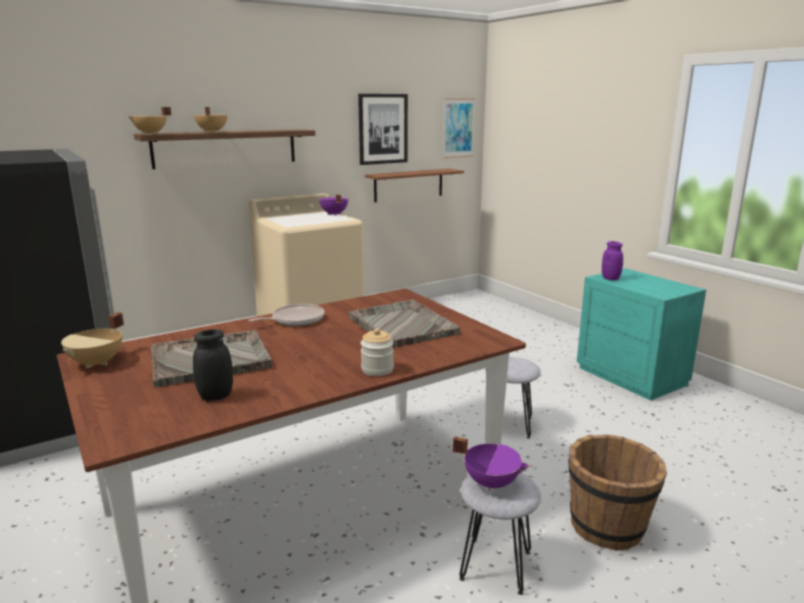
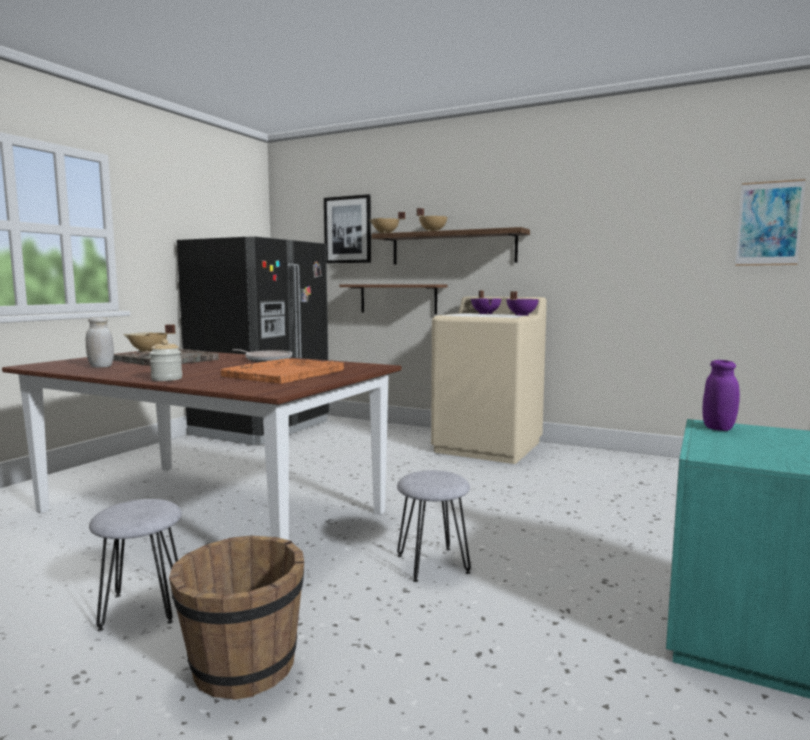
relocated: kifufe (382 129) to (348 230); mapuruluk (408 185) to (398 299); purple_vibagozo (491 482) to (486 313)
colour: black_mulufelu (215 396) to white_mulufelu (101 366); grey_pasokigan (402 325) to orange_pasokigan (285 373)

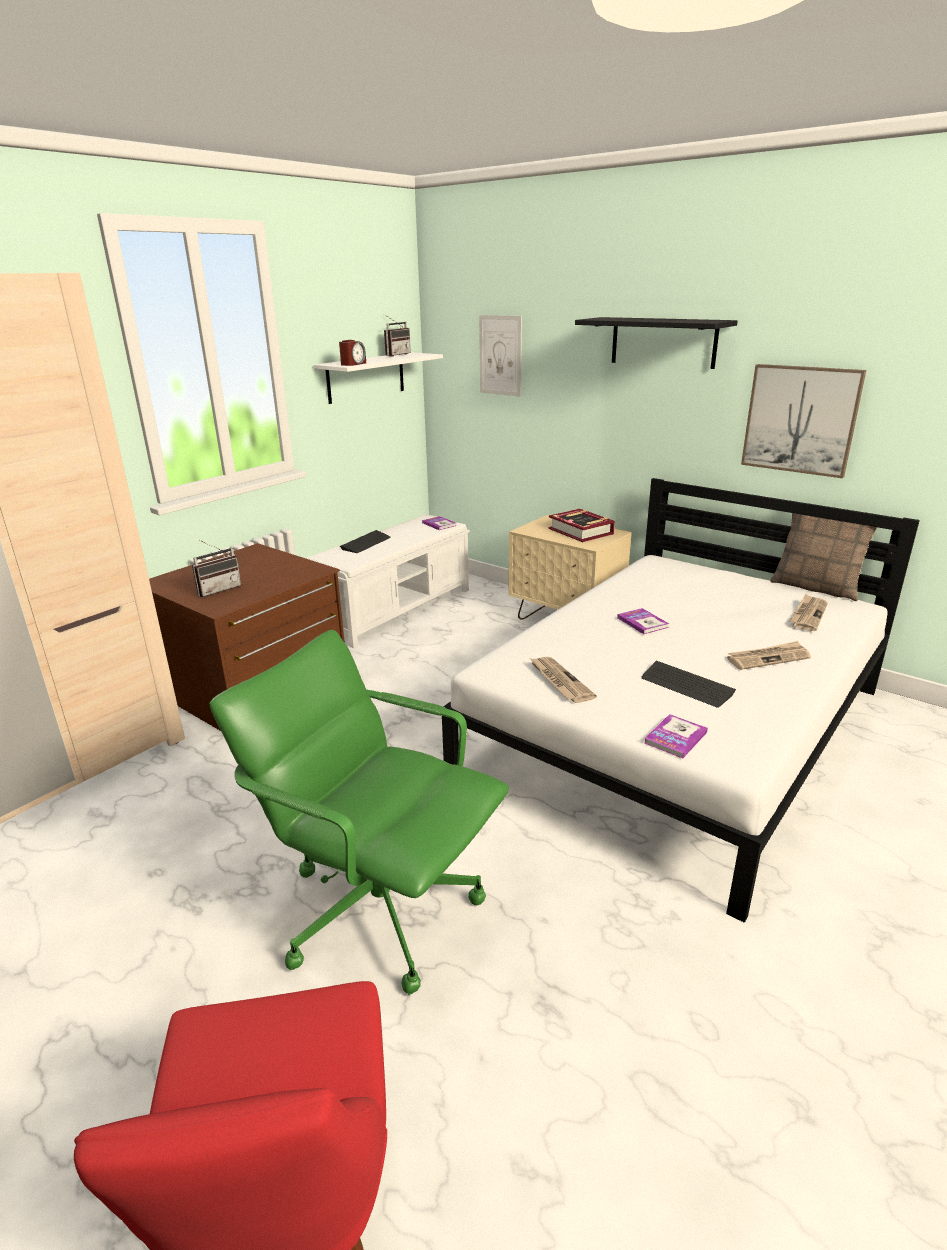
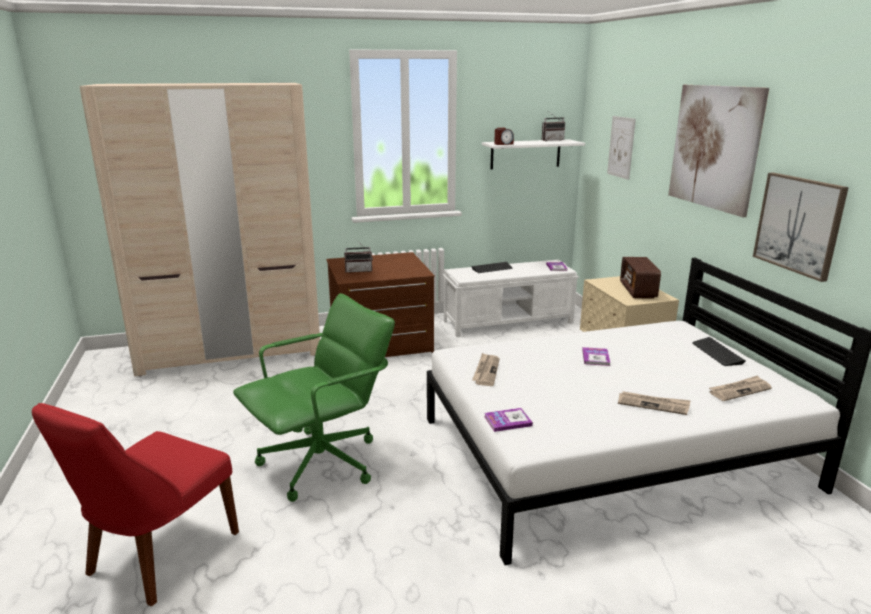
missing: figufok (816 587)
relocated: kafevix (686 685) to (717 353)
exchanged: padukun (581 531) to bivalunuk (638 291); black_mapuruluk (663 342) to kifufe (714 147)
spun: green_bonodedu (380 907) = (322 463) 75 degrees clockwise

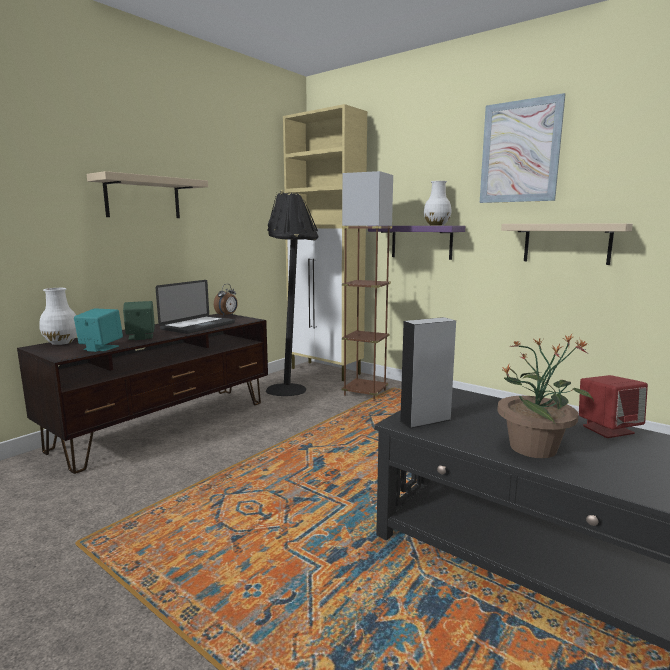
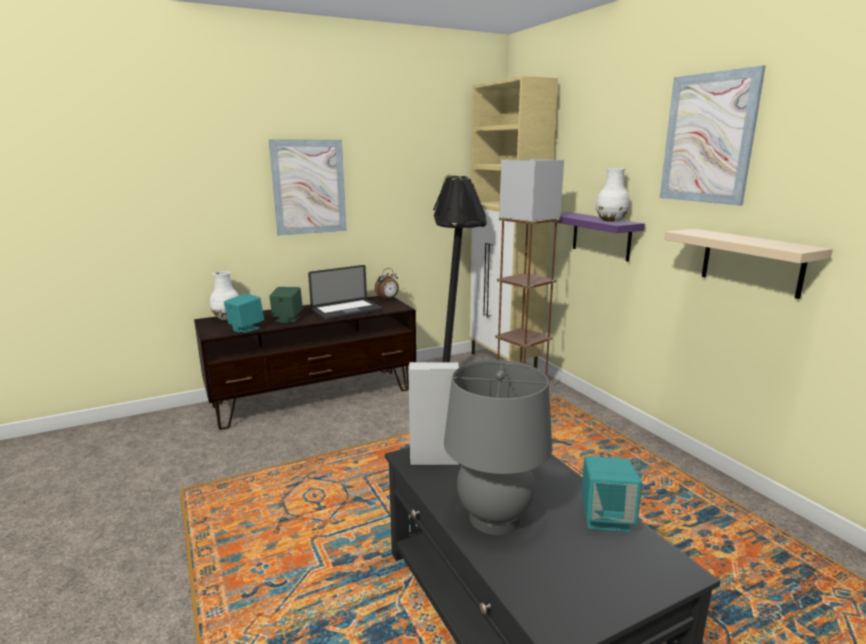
exchanged: beige_mapuruluk (143 198) to kifufe (309 187); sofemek (534 447) to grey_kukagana (494 518)
colour: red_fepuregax (607 429) to turquoise_fepuregax (606 518)

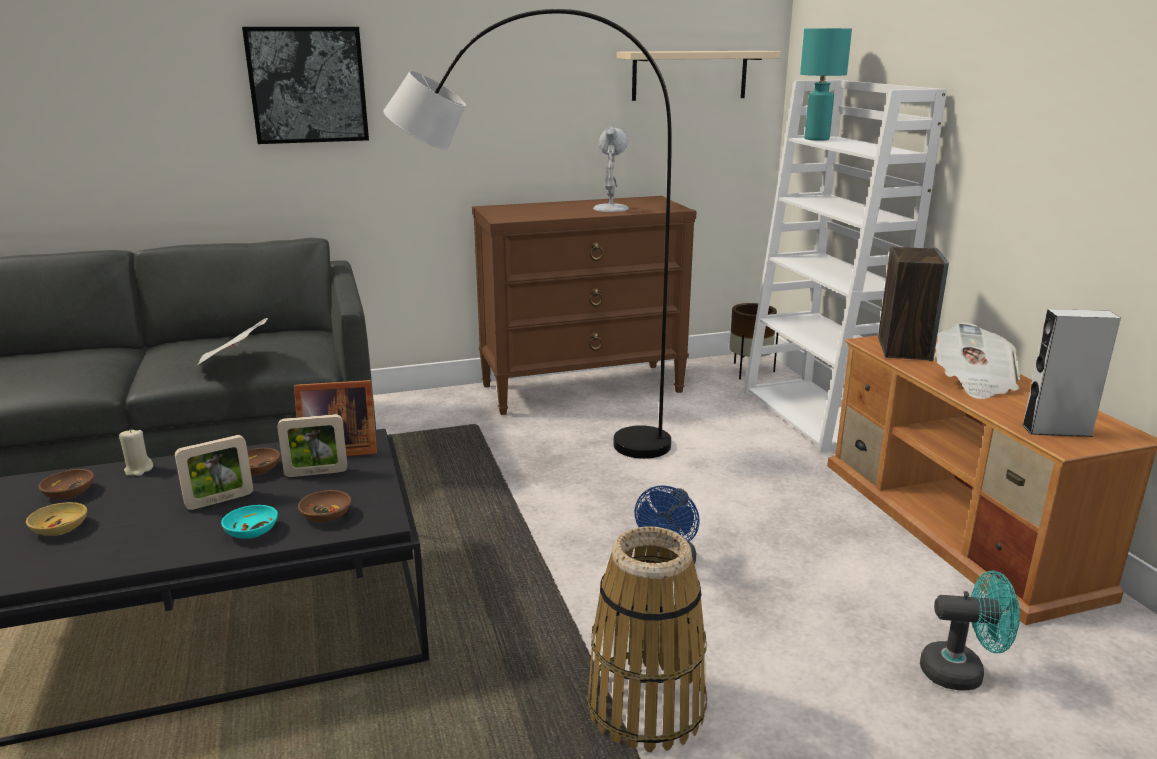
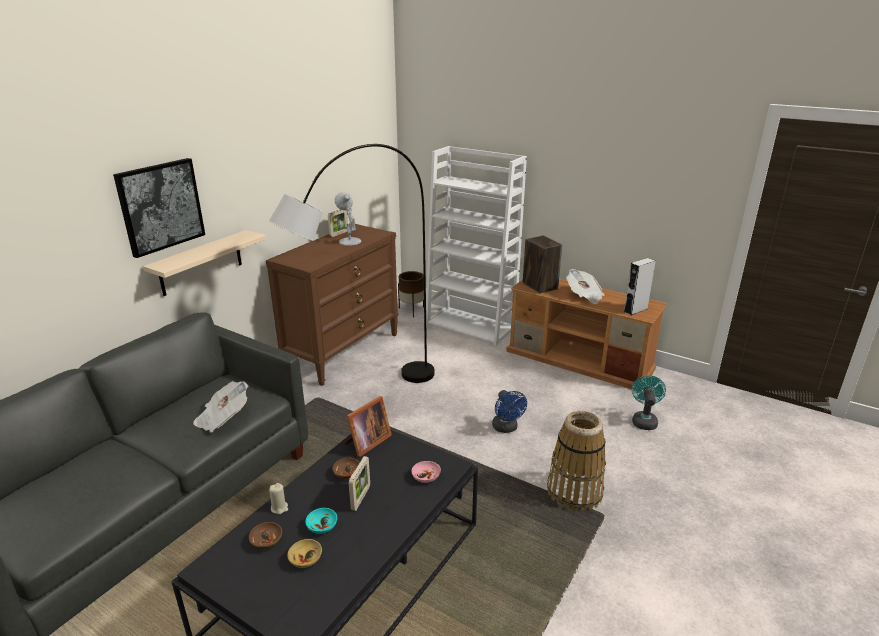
missing: turquoise_kukagana (817 139)
relocated: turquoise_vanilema (251 531) to (321 526); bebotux (316 473) to (339 234); beige_mapuruluk (690 75) to (201 263)
colour: brown_vanilema (325 516) to pink_vanilema (426 477)
spun: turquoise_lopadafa (962 672) = (644 420) 45 degrees counterclockwise

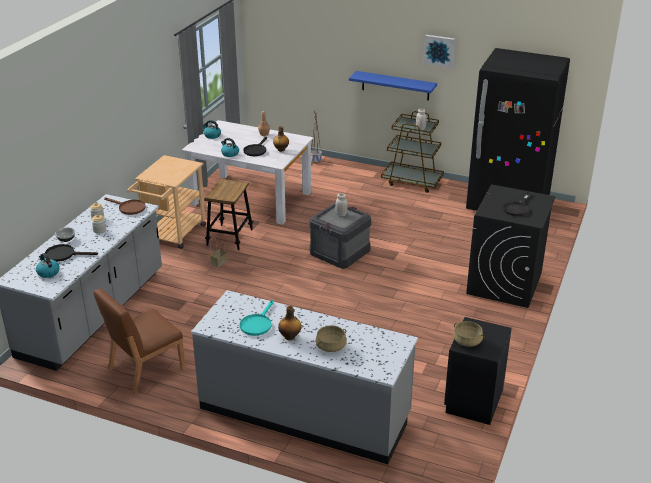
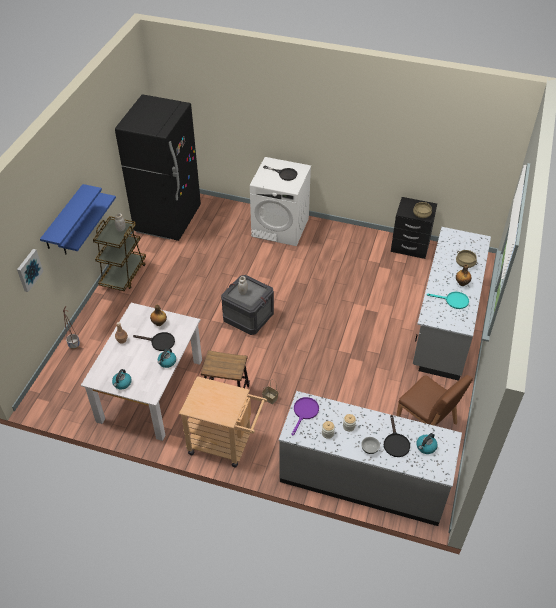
appeared: blue_mapuruluk (64 218)
relocated: kifufe (439 50) to (28 270)
colour: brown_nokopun (129 208) to purple_nokopun (304 412); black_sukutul (504 283) to white_sukutul (280 227)

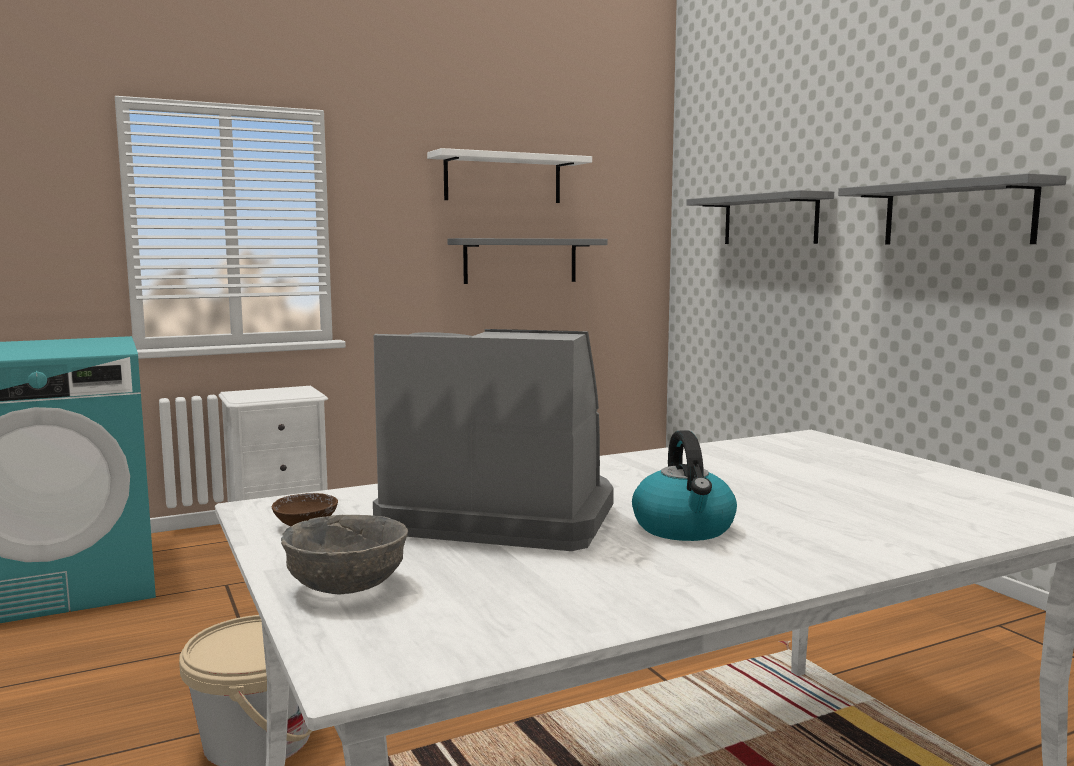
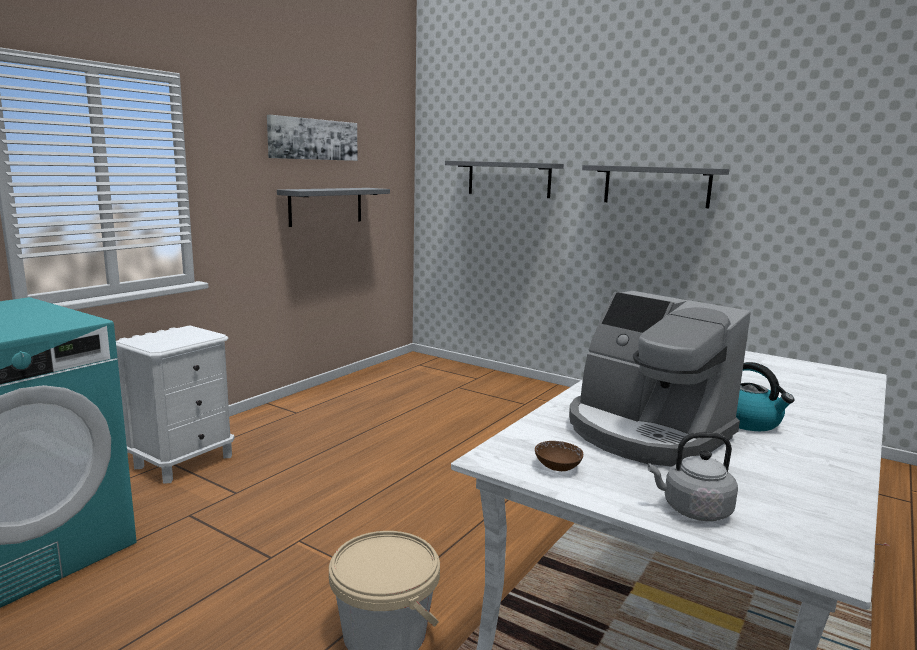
exchanged: grey_vanilema (345 588) to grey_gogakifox (693 510); white_mapuruluk (503 178) to kifufe (313 139)
spun: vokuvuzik (501 515) = (645 432) 120 degrees counterclockwise

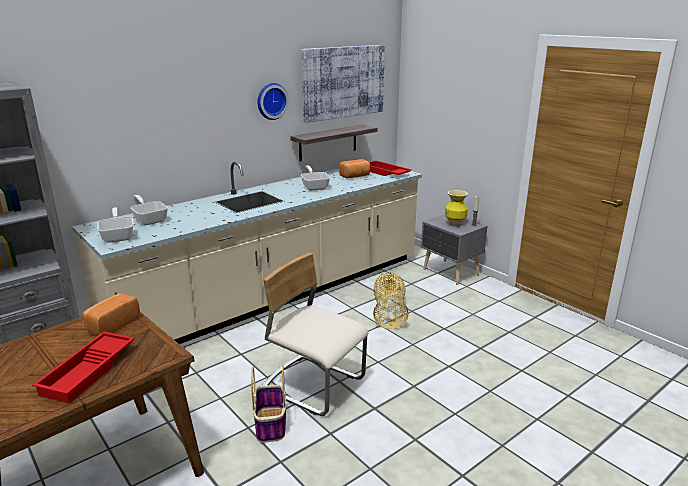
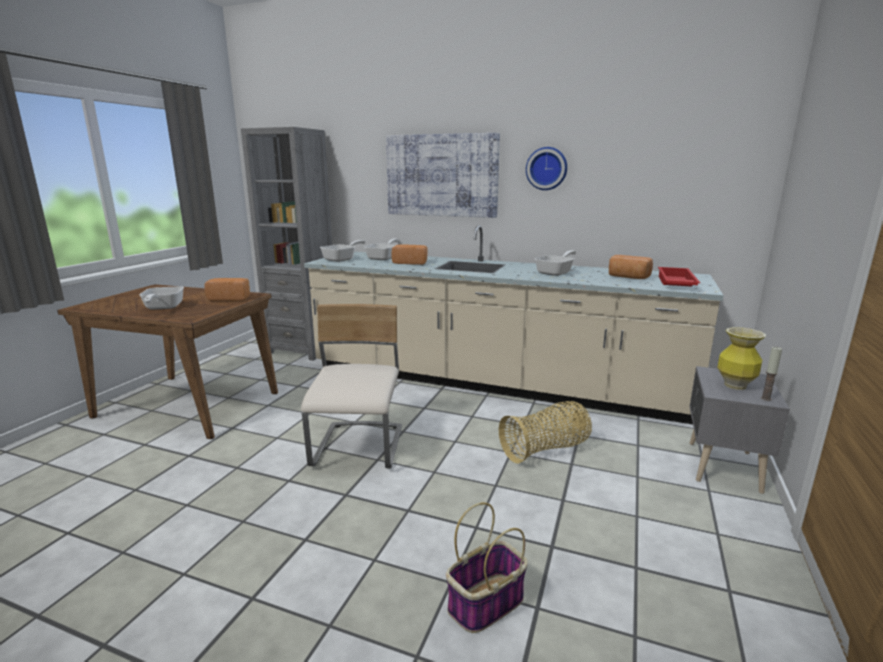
missing: mapuruluk (328 142)
appeared: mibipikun (410 263)
relocated: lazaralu (271 425) to (485 604); kifufe (342 82) to (442 175)
exchanged: red_pasokigan (89 371) to nokopun (162 308)

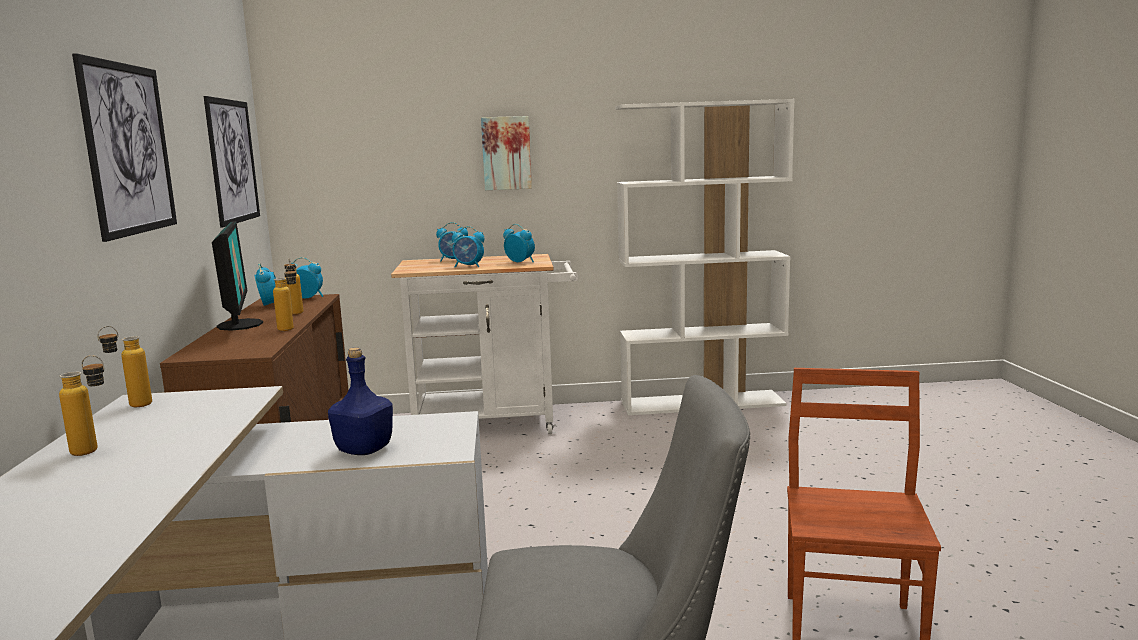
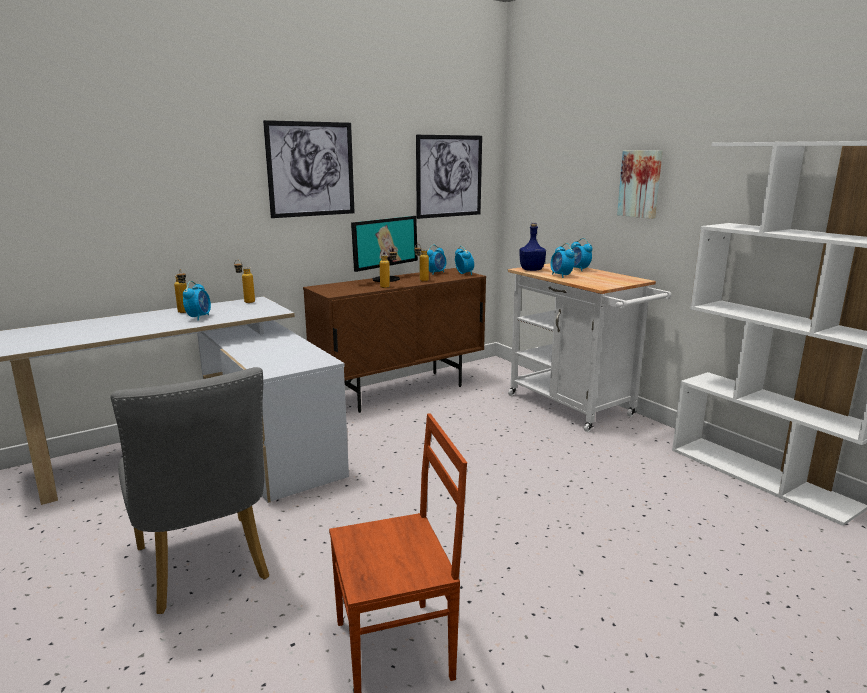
relocated: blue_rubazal (365 449) to (532 270); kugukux (520 262) to (199 317)

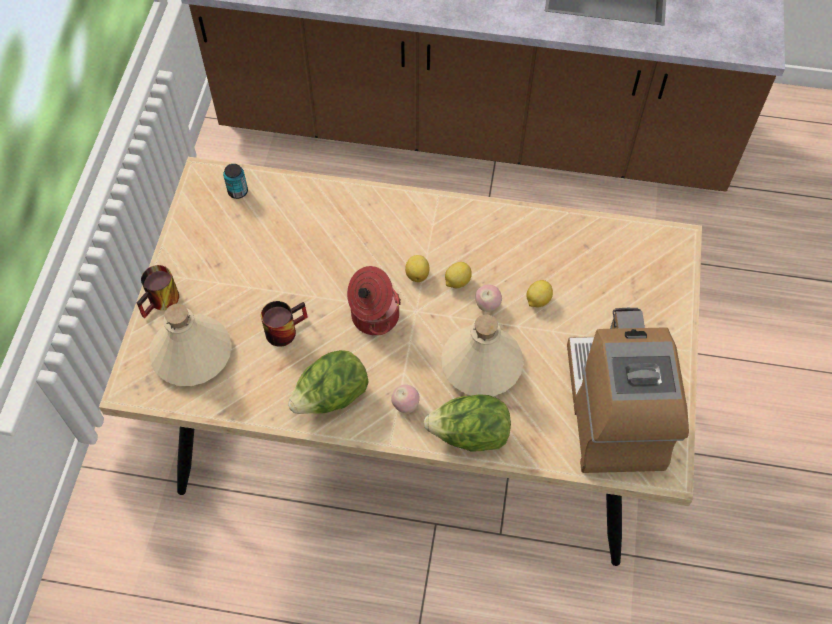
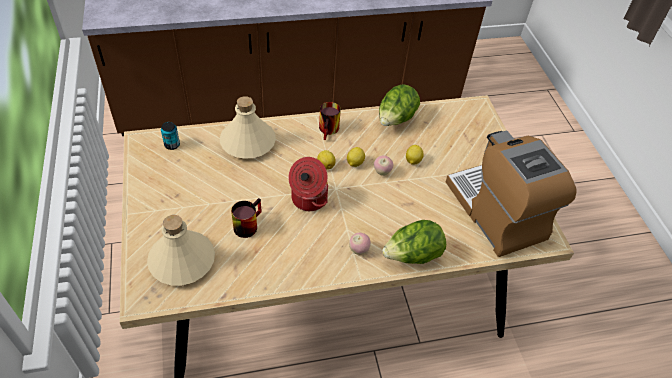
relocated: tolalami (162 303) to (330 130); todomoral (331 397) to (395 120); beige_rubazal (481 363) to (247 142)

